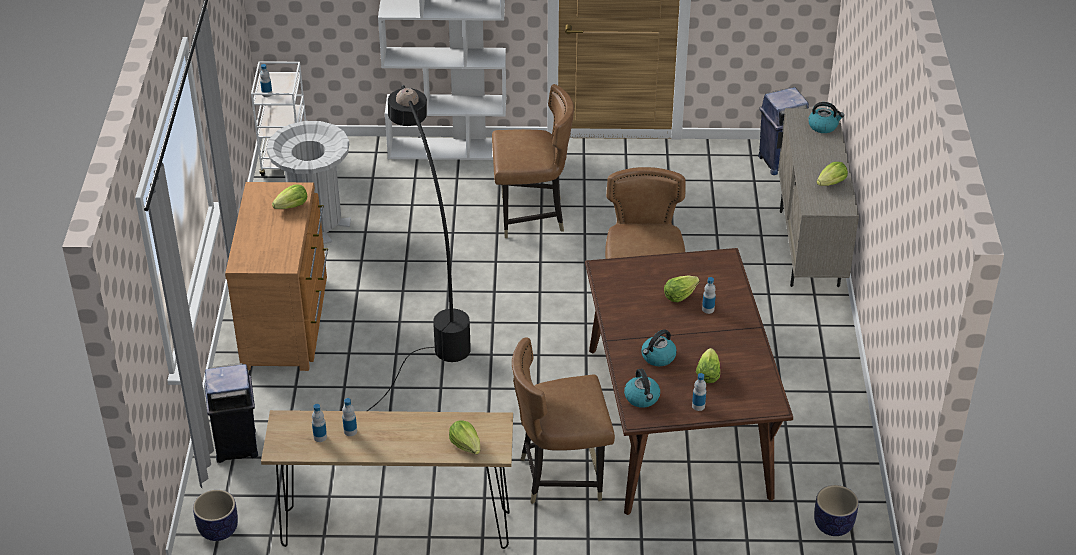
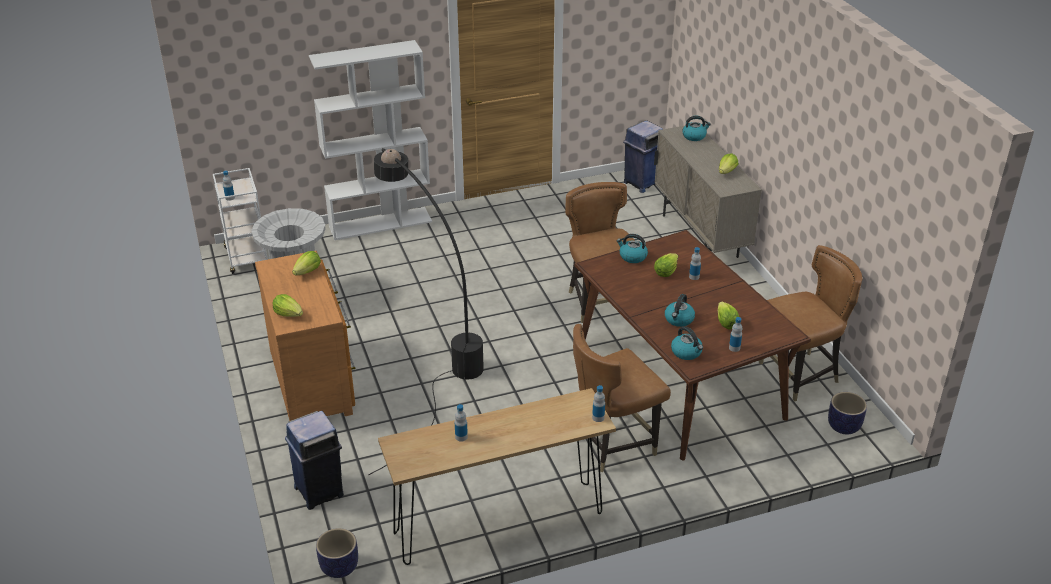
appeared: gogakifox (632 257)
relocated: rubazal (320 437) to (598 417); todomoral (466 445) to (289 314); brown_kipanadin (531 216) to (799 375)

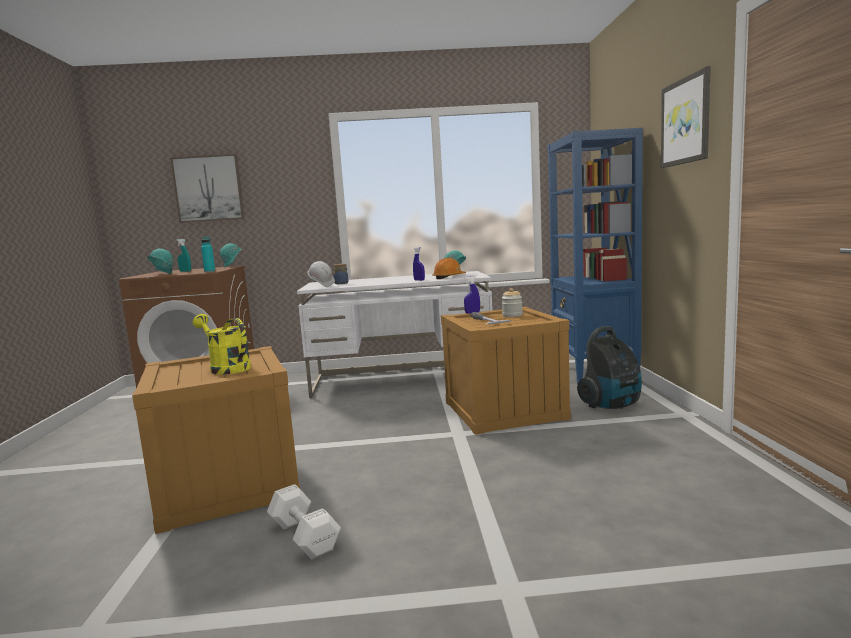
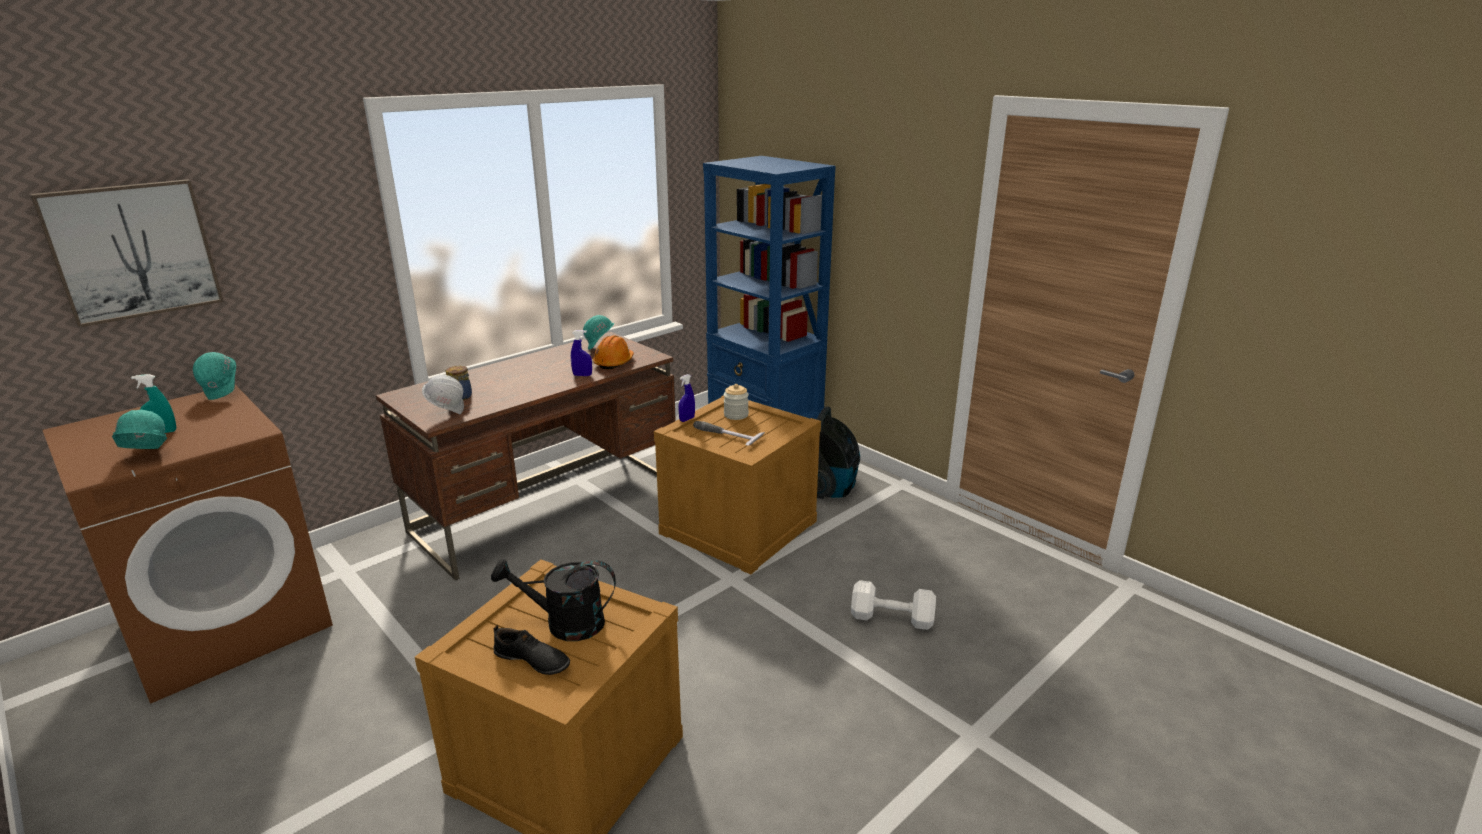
missing: turquoise_rubazal (209 271); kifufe (686 121)
appeared: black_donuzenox (532 660)
relocated: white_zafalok (304 537) to (893 619)
colour: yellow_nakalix (226 368) to black_nakalix (564 624); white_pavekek (402 379) to brown_pavekek (549 507)

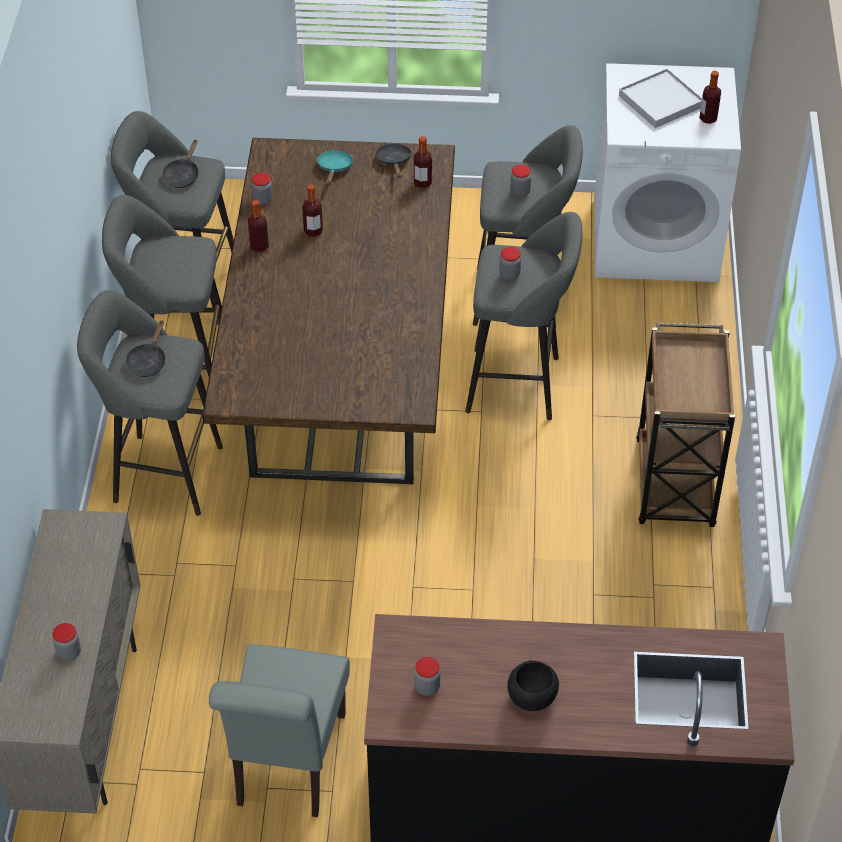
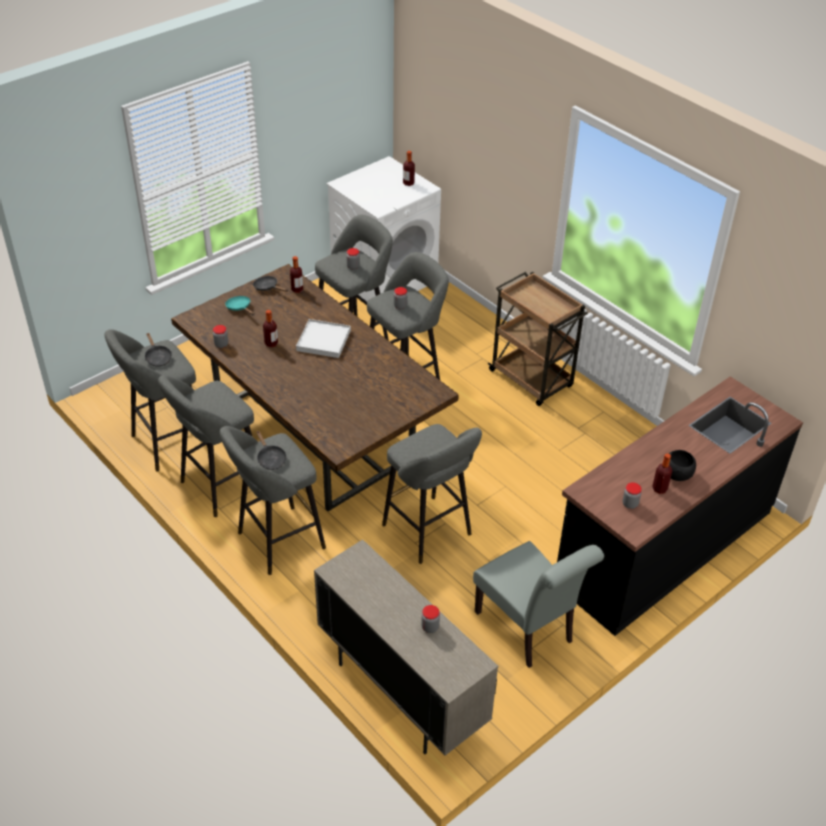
appeared: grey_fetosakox (430 532)
relocated: rubazal (259 247) to (659 489); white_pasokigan (660 101) to (323 340)

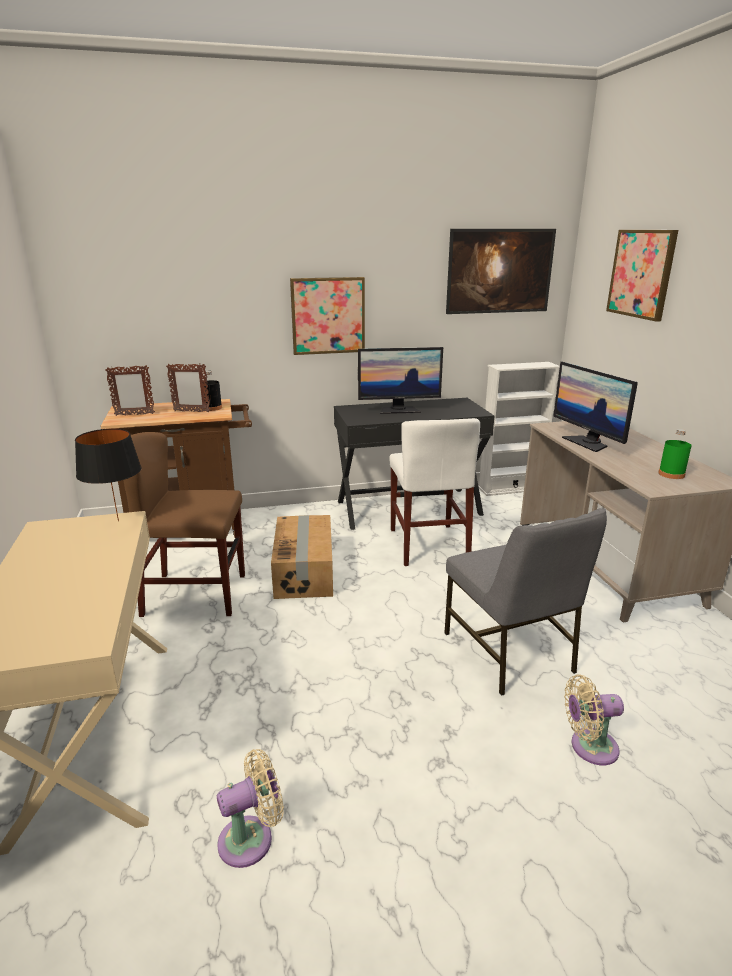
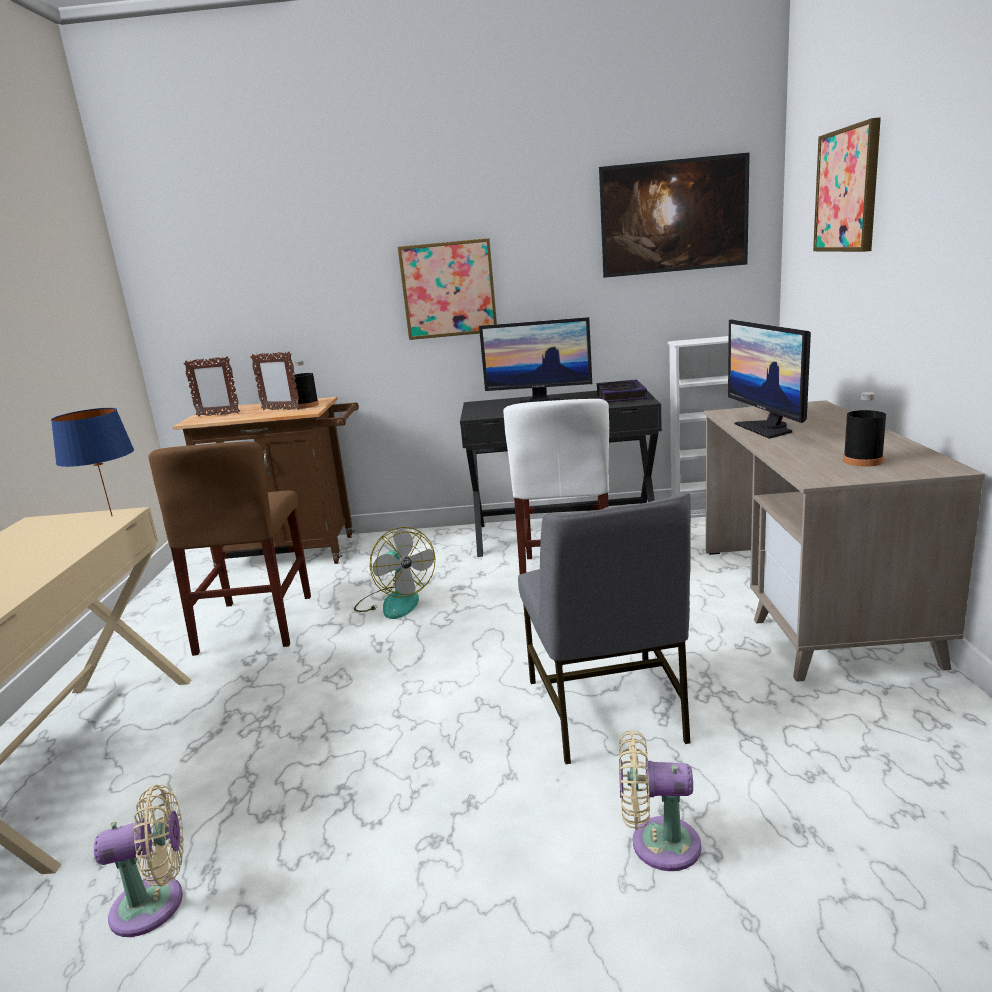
appeared: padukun (620 396)
exchanged: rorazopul (305 571) to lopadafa (395 602)
colour: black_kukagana (117 521) to blue_kukagana (111 516); green_rubazal (671 474) to black_rubazal (862 461)
spun: brown_kipanadin (195 594) = (256 623) 105 degrees counterclockwise

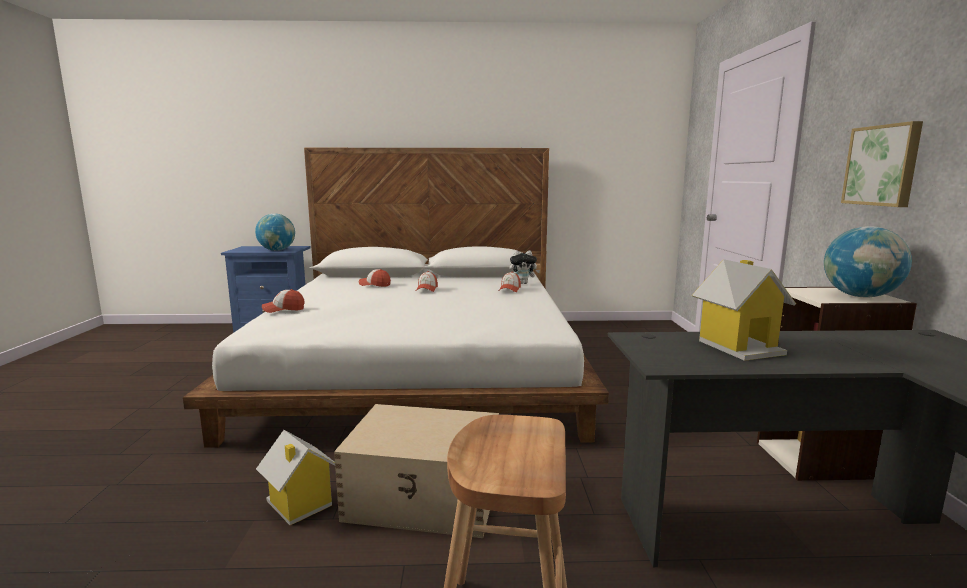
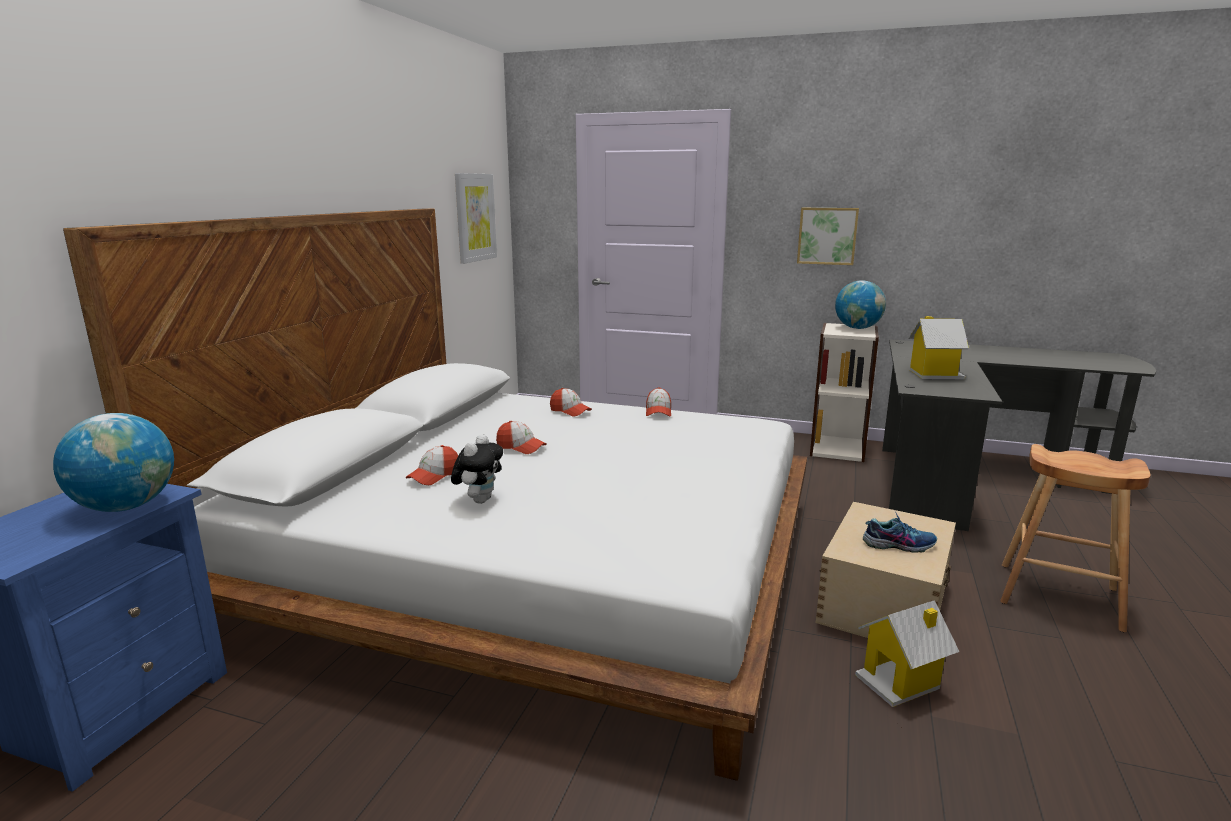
appeared: kifufe (475 217); donuzenox (898 544)
relocated: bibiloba (283 309) to (658 412); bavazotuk (523 283) to (479 500)

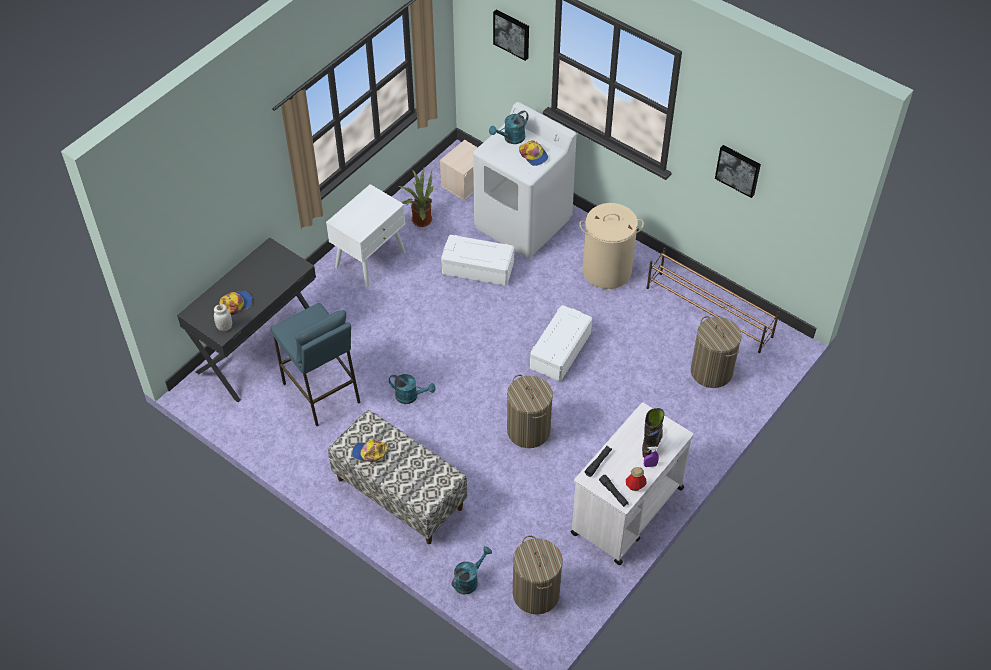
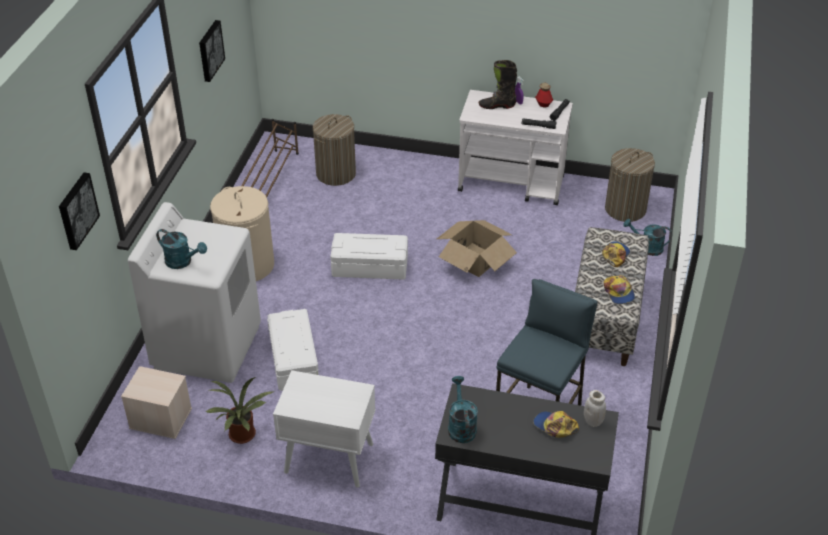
relocated: turquoise_nakalix (410 396) to (461 426); bibiloba (533 155) to (615 255)
exchanged: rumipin (528 430) to rorazopul (475 260)

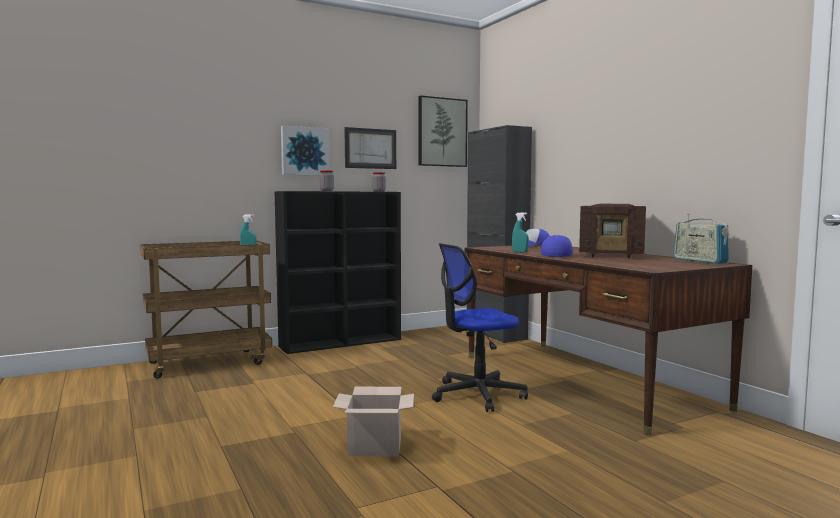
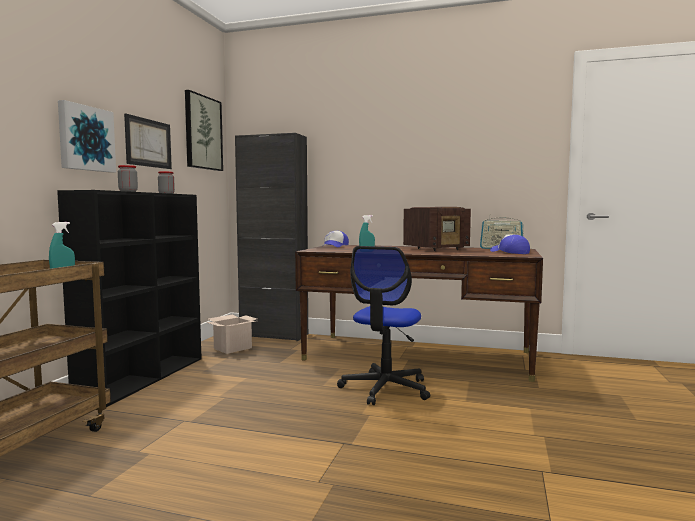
relocated: rorazopul (376 447) to (233 348); bibiloba (557 255) to (509 252)

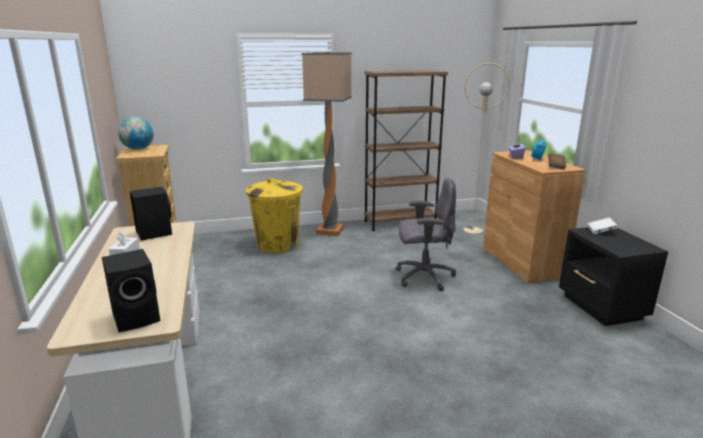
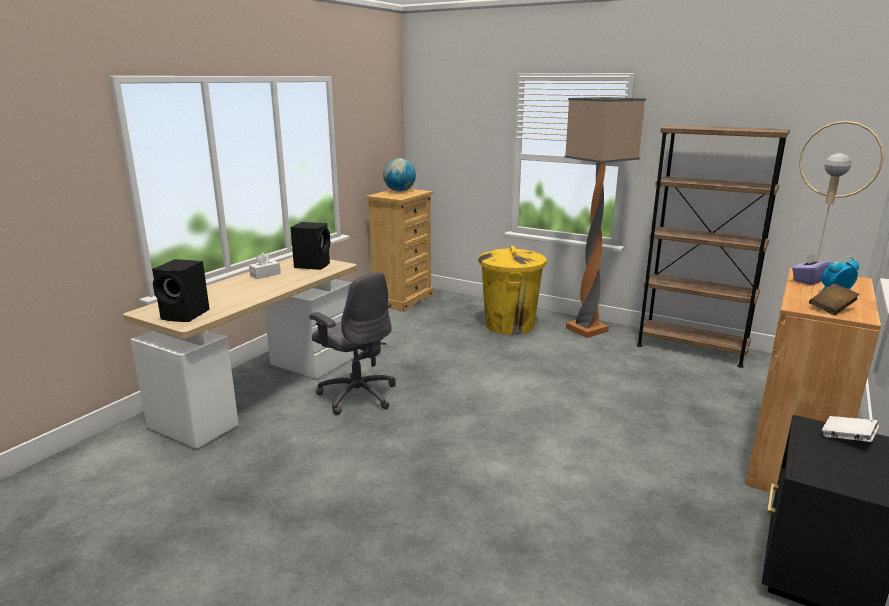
relocated: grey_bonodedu (423 277) to (357 395)

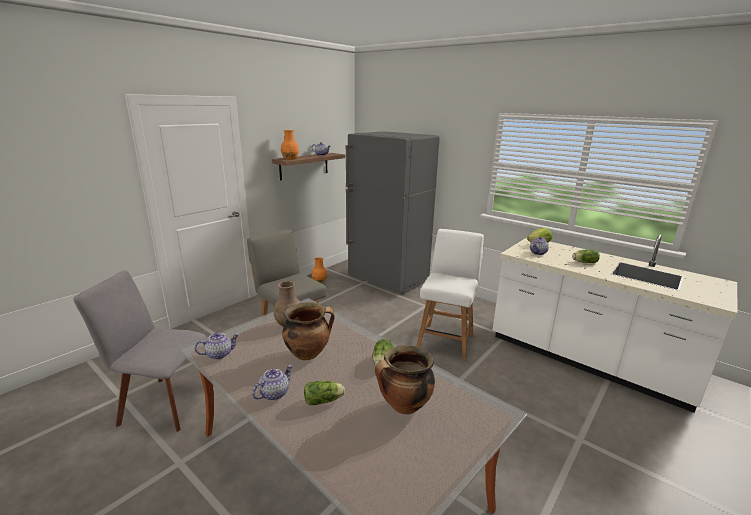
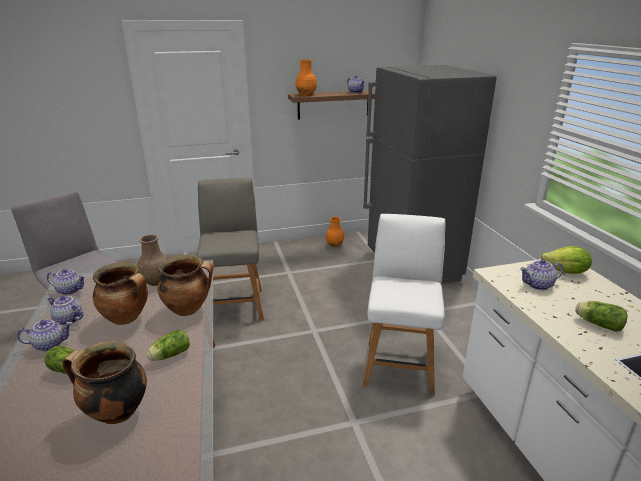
appeared: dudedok (67 320); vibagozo (189 309)
spun: white_kipanadin (446 339) = (399 364) 45 degrees counterclockwise

